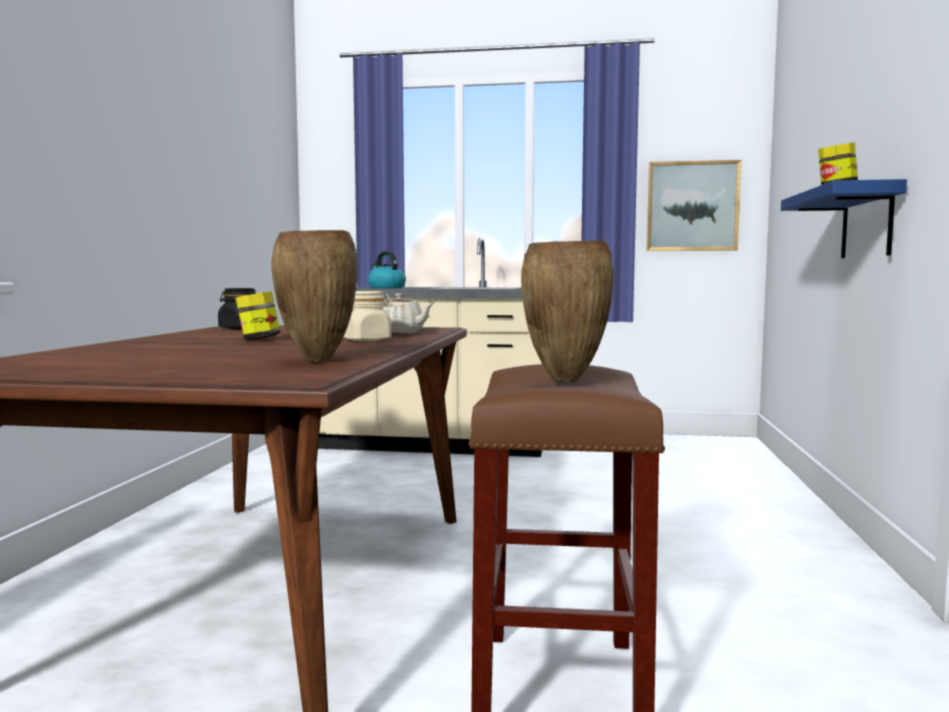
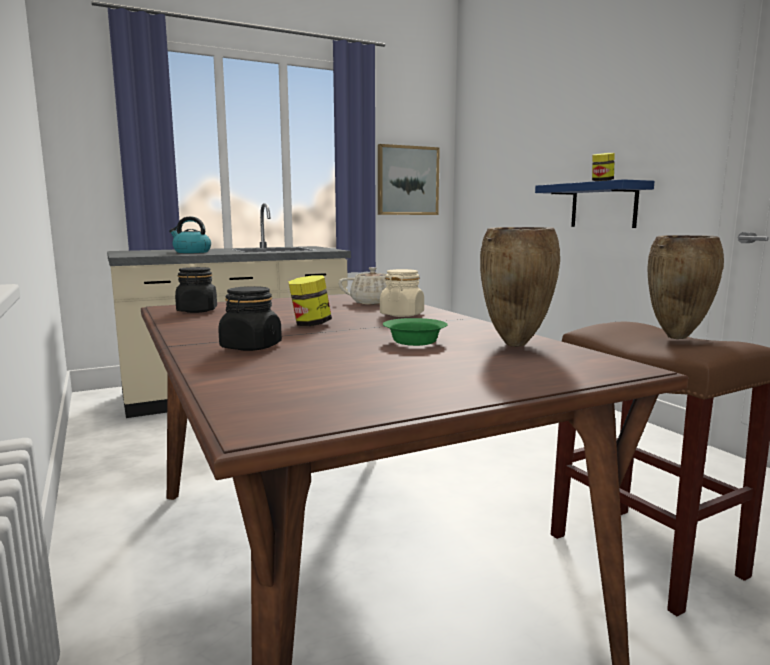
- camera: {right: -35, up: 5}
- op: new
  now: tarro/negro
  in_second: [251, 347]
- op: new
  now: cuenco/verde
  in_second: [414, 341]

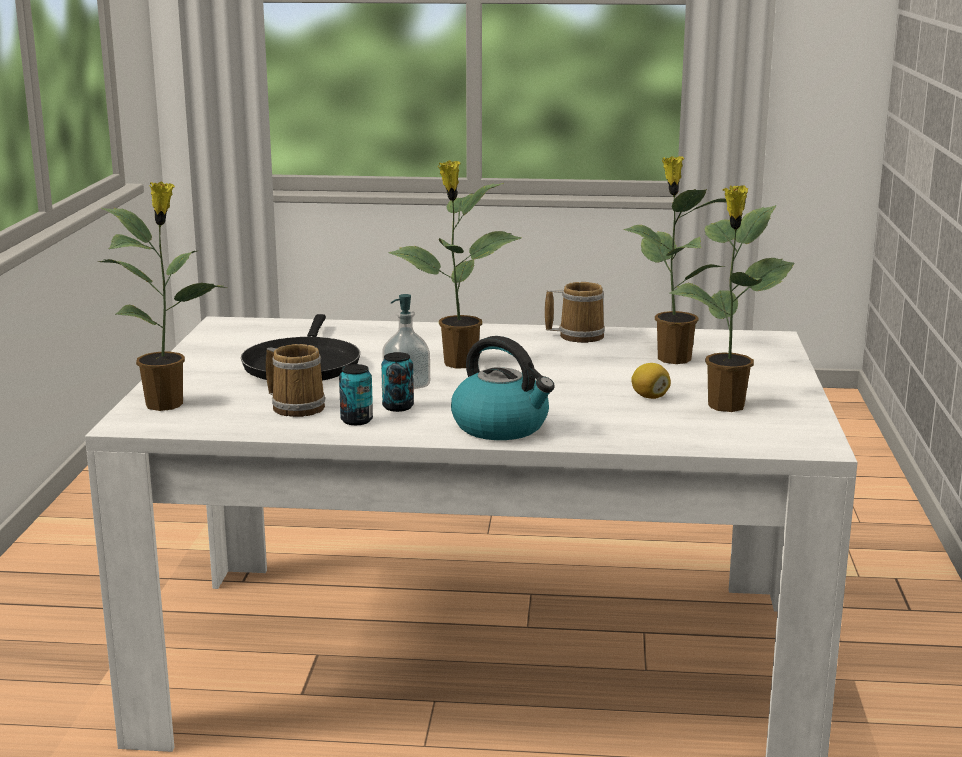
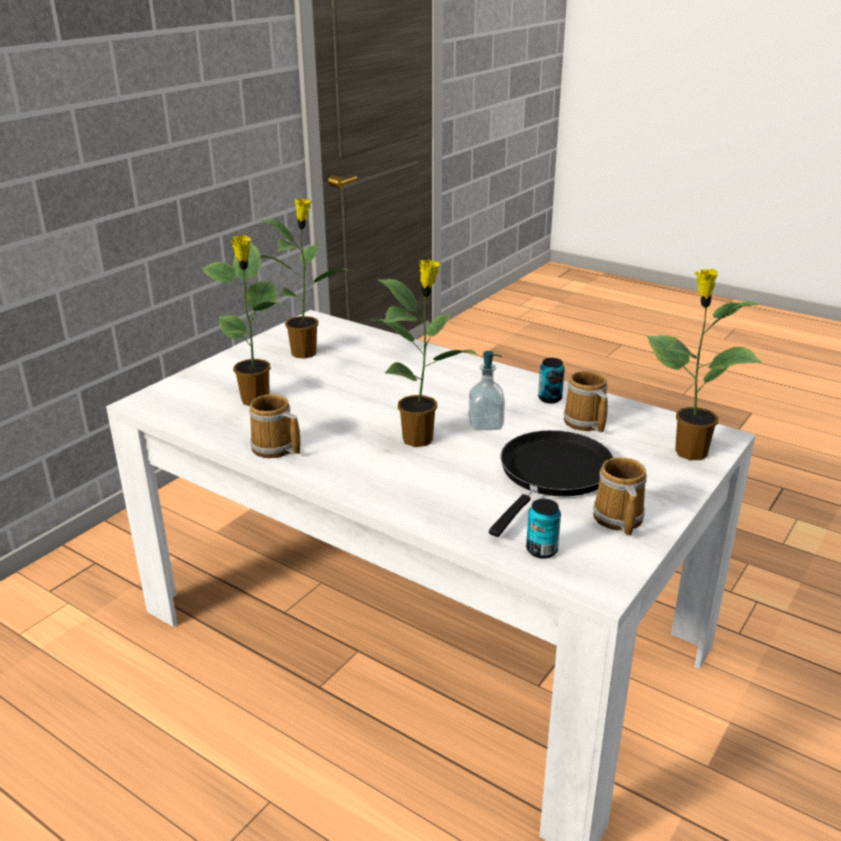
- camera: {right: -150, up: 10}
- op: gone
  was: hervidor
  in_first: [502, 427]
- op: gone
  was: limón
  in_first: [649, 397]
- op: new
  now: taza grande
  in_second: [617, 519]
- op: shifted
  was: lata
  in_first: [398, 407]
  in_second: [541, 550]

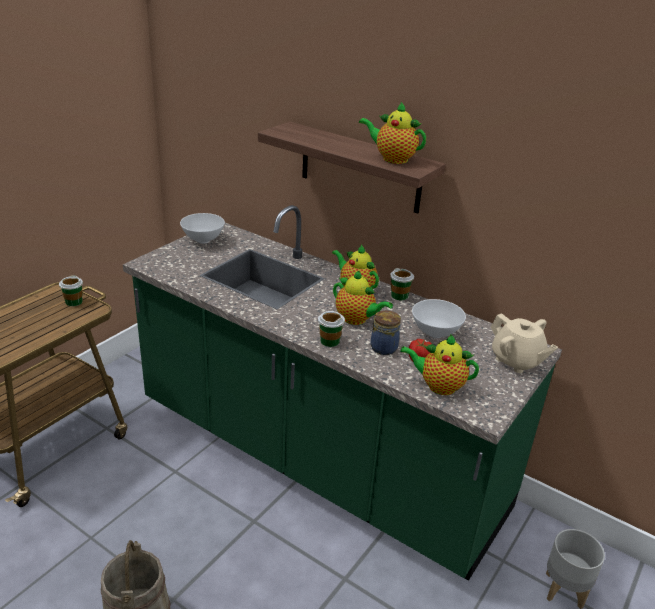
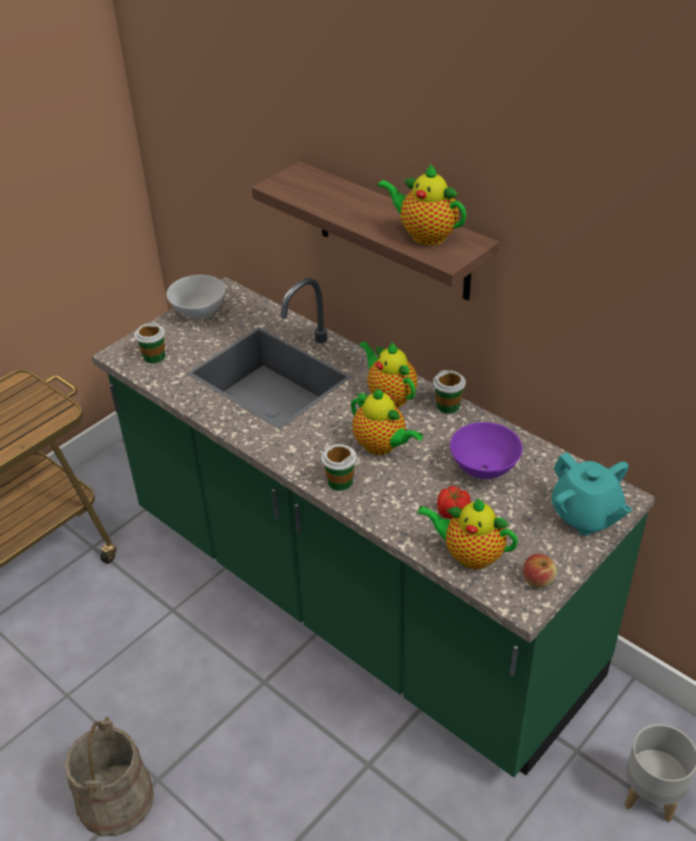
- camera: {right: 10, up: 10}
- op: gone
  was: tarro
  in_first: [383, 347]
- op: new
  now: manzana
  in_second: [538, 580]
- op: shifted
  was: taza
  in_first: [74, 302]
  in_second: [154, 357]
- op: repainted
  was: cuenco/blanco
  now: cuenco/morado
  in_first: [435, 334]
  in_second: [483, 470]
- op: repainted
  was: tetera/beis
  now: tetera/turquesa
  in_first: [516, 361]
  in_second: [585, 516]

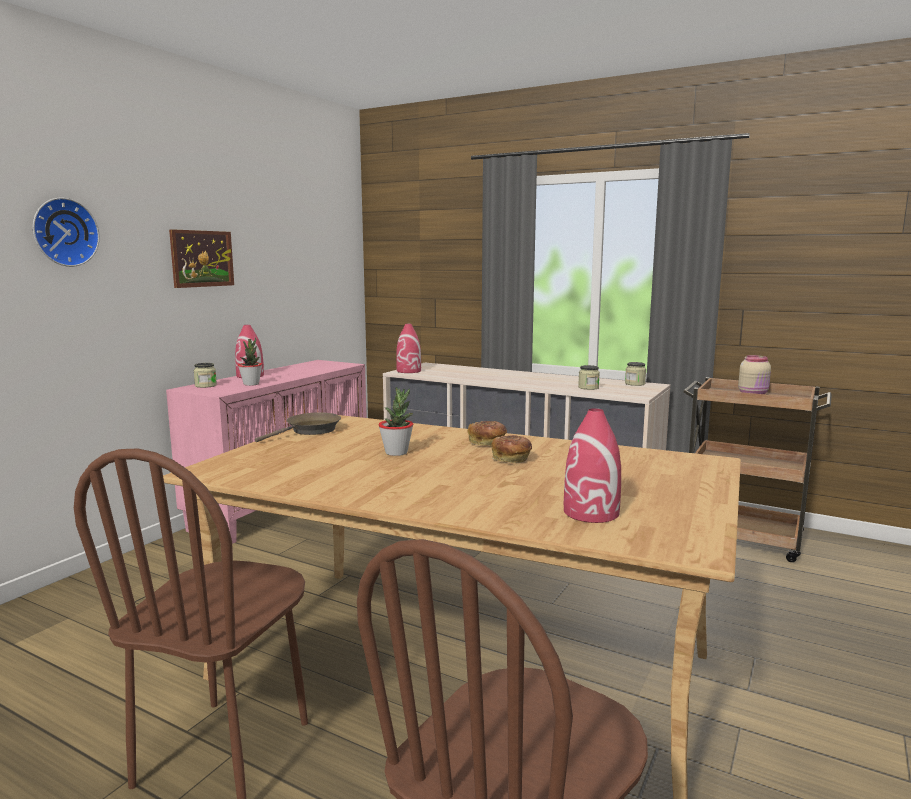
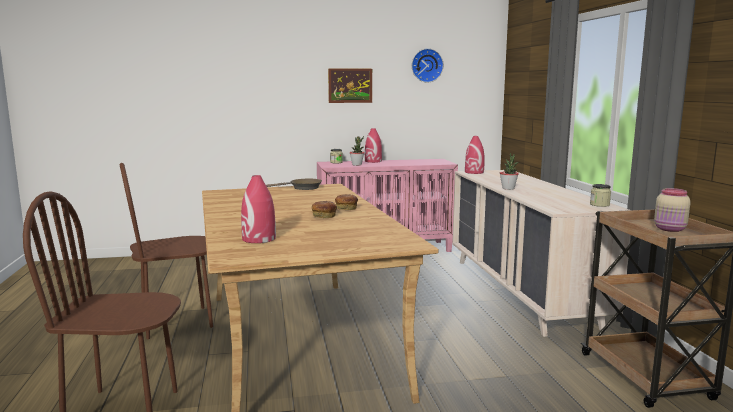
- camera: {right: 50, up: 0}
- op: gone
  was: tarro
  in_first: [588, 388]
- op: shifted
  was: reloj de pared
  in_first: [64, 232]
  in_second: [426, 65]
- op: shifted
  was: planta en maceta
  in_first: [396, 452]
  in_second: [508, 188]

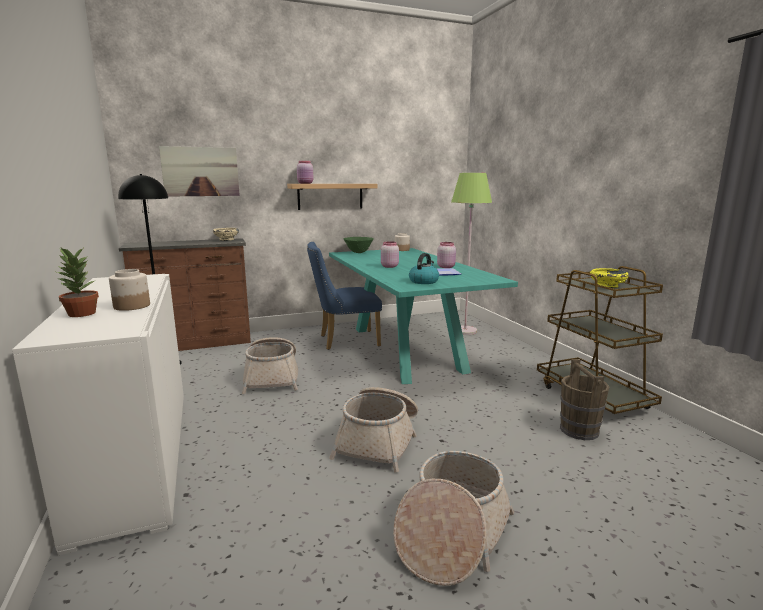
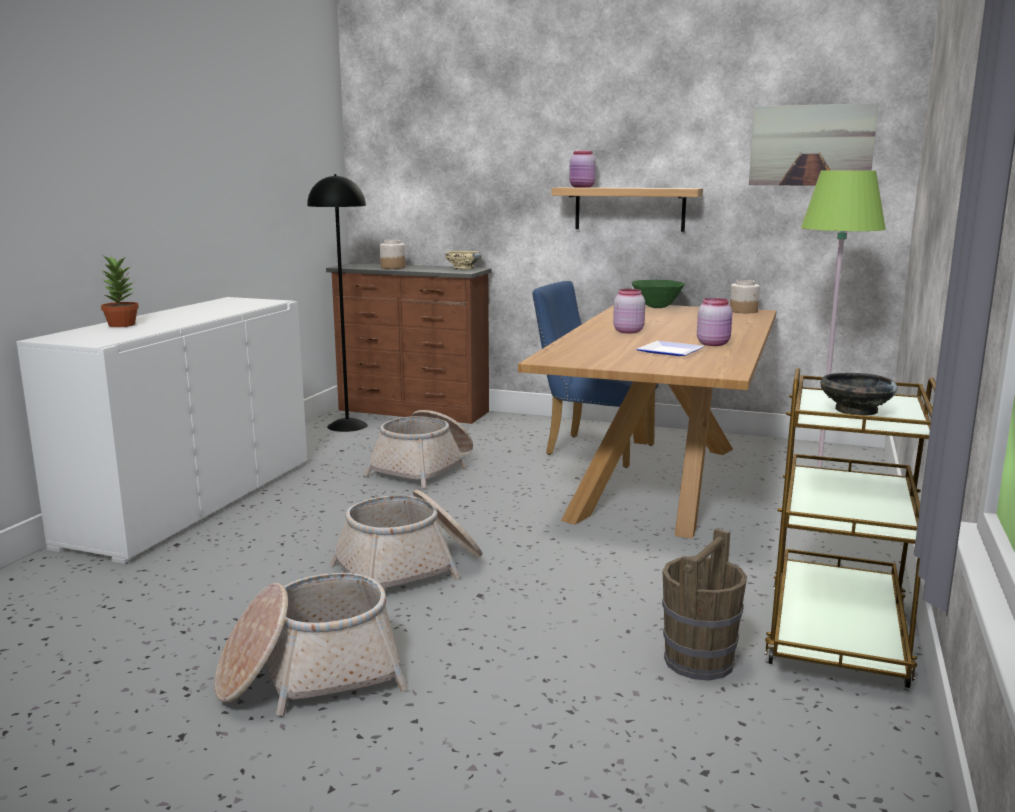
- camera: {right: 40, up: 0}
- op: gone
  was: hervidor
  in_first: [423, 281]
- op: shifted
  was: tarro
  in_first: [131, 306]
  in_second: [392, 267]
- op: shifted
  was: cuadro
  in_first: [200, 171]
  in_second: [811, 145]
- op: repainted
  was: mesa de comedor/turquesa
  now: mesa de comedor/marrón
  in_first: [405, 348]
  in_second: [658, 480]
- op: repainted
  was: cuenco/amarillo
  now: cuenco/negro
  in_first: [606, 286]
  in_second: [855, 410]

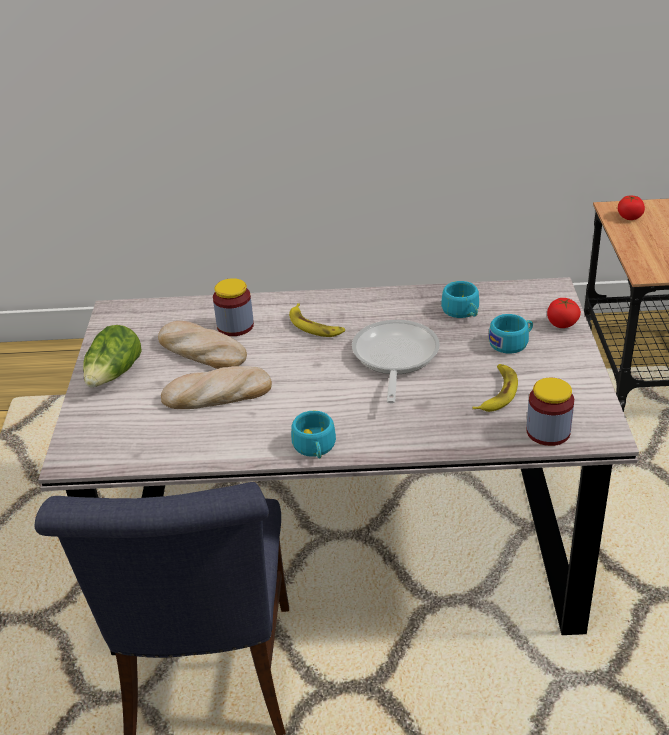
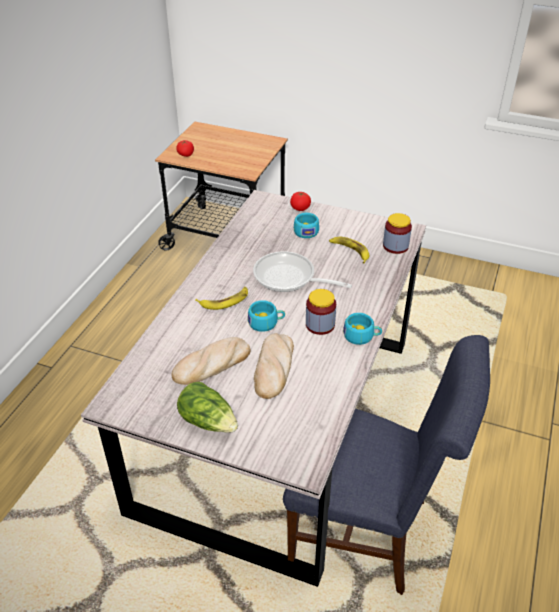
- camera: {right: -70, up: 5}
- op: shifted
  was: tarro
  in_first: [235, 326]
  in_second: [320, 325]
- op: shifted
  was: taza/turquesa
  in_first: [462, 312]
  in_second: [266, 323]

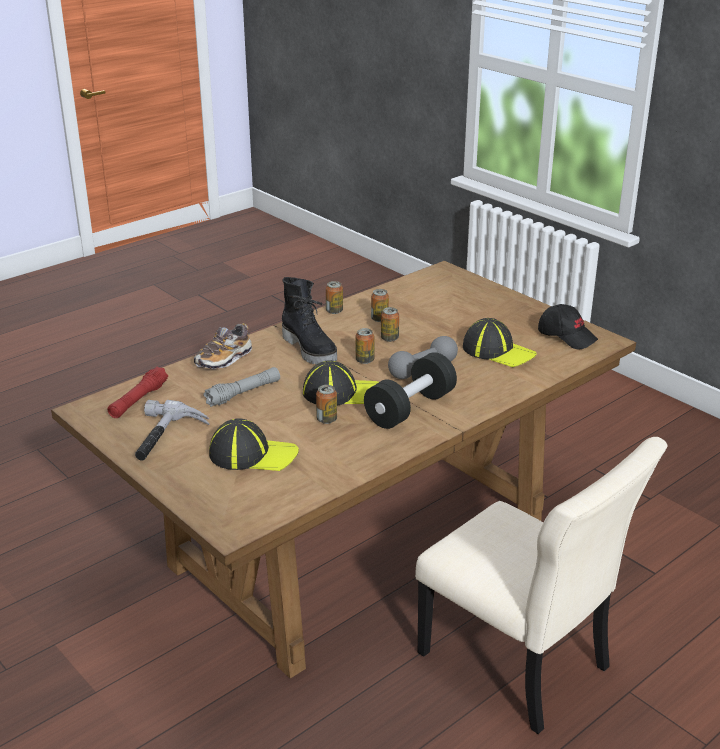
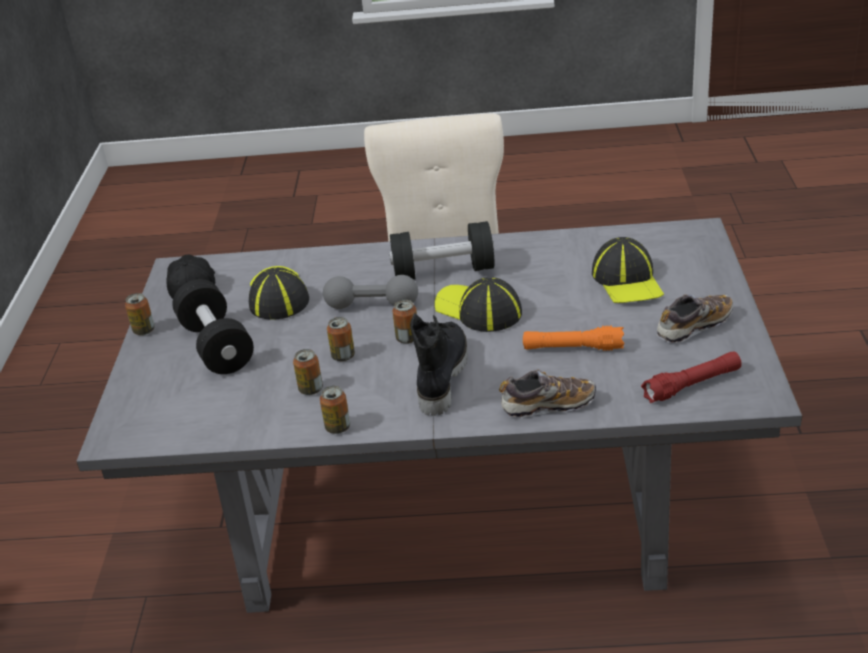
- camera: {right: -135, up: 5}
- op: new
  now: mancuerna/negro
  in_second: [217, 346]
- op: shifted
  was: lata
  in_first: [326, 419]
  in_second: [144, 330]
- op: swapped
  was: martillo
  now: zapato
  in_first: [166, 438]
  in_second: [694, 326]
- op: repainted
  was: mesa de comedor/marrón
  now: mesa de comedor/gris
  in_first: [361, 541]
  in_second: [450, 514]
- op: repainted
  was: linterna/gris
  now: linterna/naranja
  in_first: [243, 393]
  in_second: [573, 348]
- op: rotated
  was: gorra
  in_first: [253, 454]
  in_second: [627, 281]
  clockwise: -150

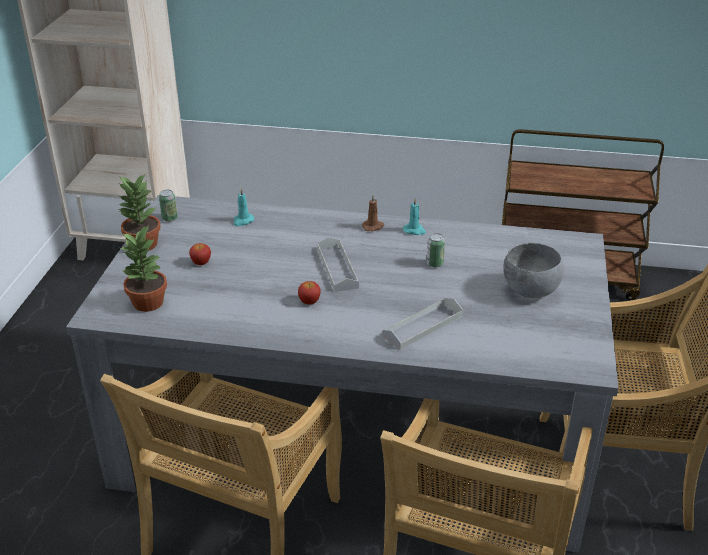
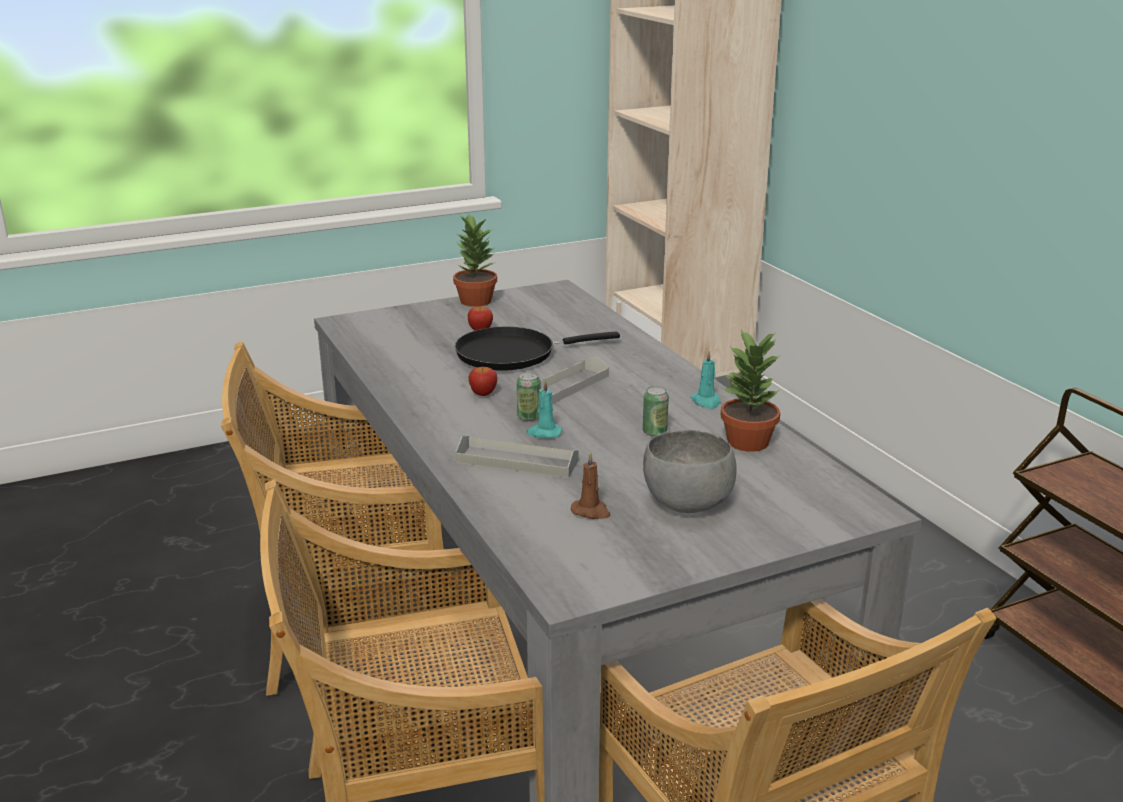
- camera: {right: 55, up: -10}
- op: new
  now: sartén/negro
  in_second: [512, 354]
- op: shifted
  was: planta en maceta
  in_first: [149, 303]
  in_second: [748, 442]
- op: shifted
  was: lata
  in_first: [169, 218]
  in_second: [529, 417]
- op: shifted
  was: vela/turquesa
  in_first: [243, 221]
  in_second: [544, 433]
- op: shifted
  was: vela/marrón
  in_first: [373, 227]
  in_second: [591, 511]

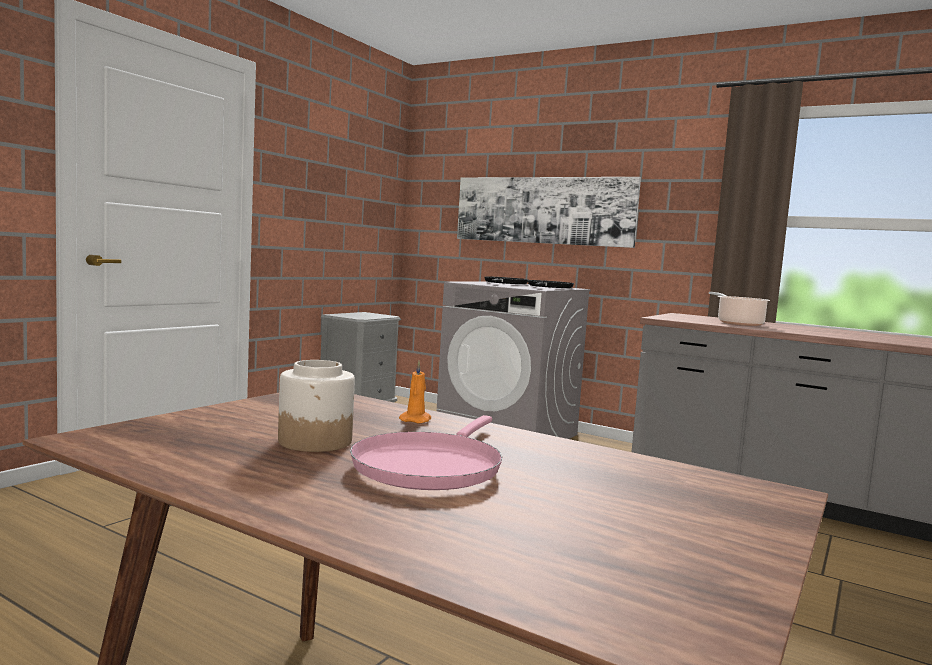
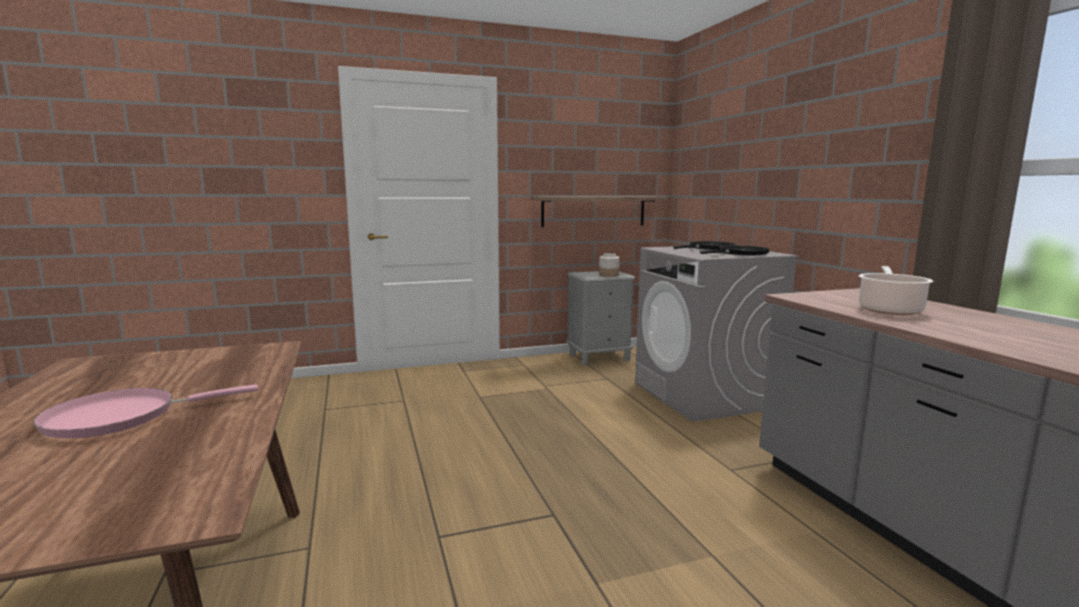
- camera: {right: 40, up: 5}
- op: gone
  was: vela/naranja
  in_first: [416, 420]
- op: gone
  was: cuadro
  in_first: [543, 210]
- op: new
  now: estante
  in_second: [593, 211]
- op: shifted
  was: tarro
  in_first: [316, 441]
  in_second: [609, 275]

